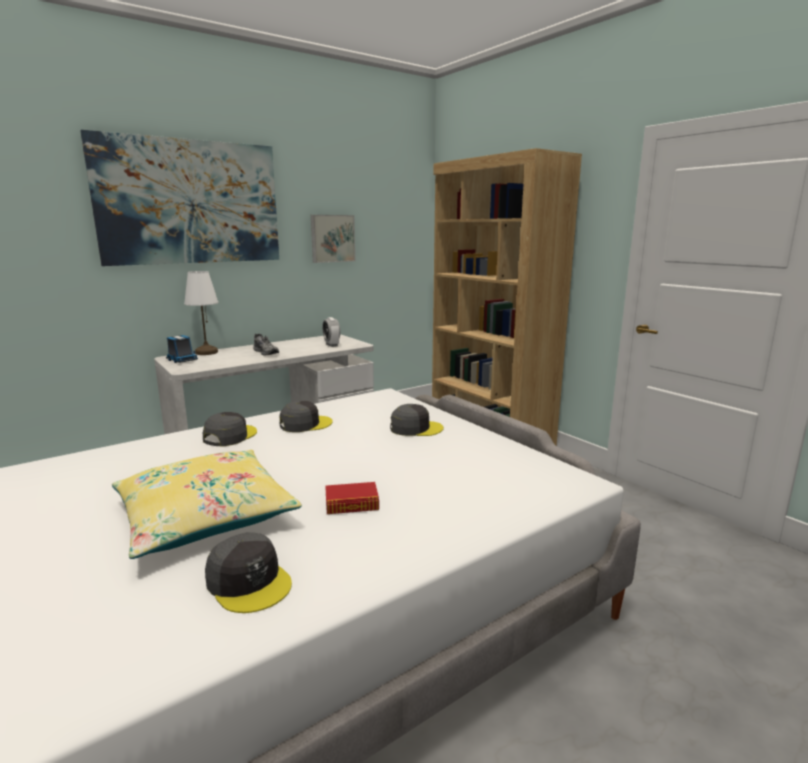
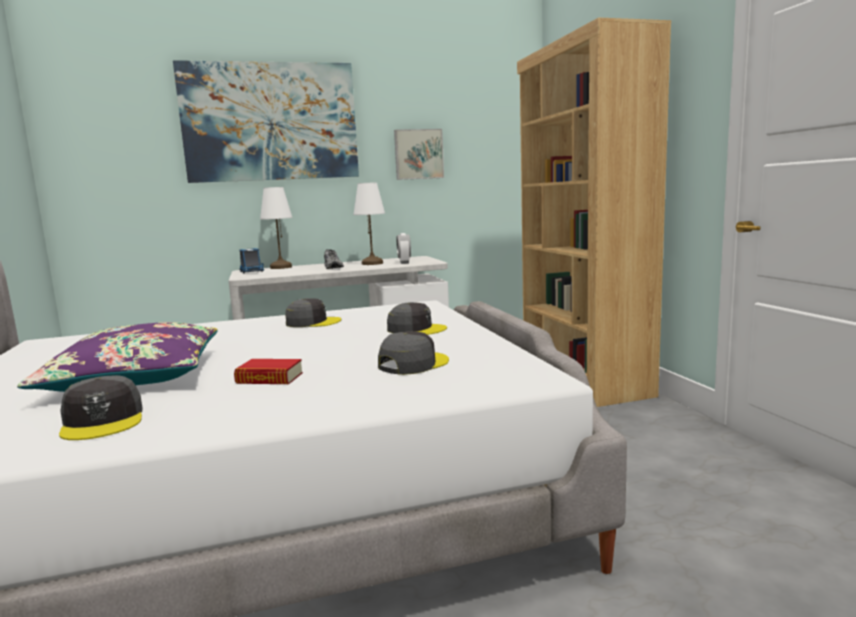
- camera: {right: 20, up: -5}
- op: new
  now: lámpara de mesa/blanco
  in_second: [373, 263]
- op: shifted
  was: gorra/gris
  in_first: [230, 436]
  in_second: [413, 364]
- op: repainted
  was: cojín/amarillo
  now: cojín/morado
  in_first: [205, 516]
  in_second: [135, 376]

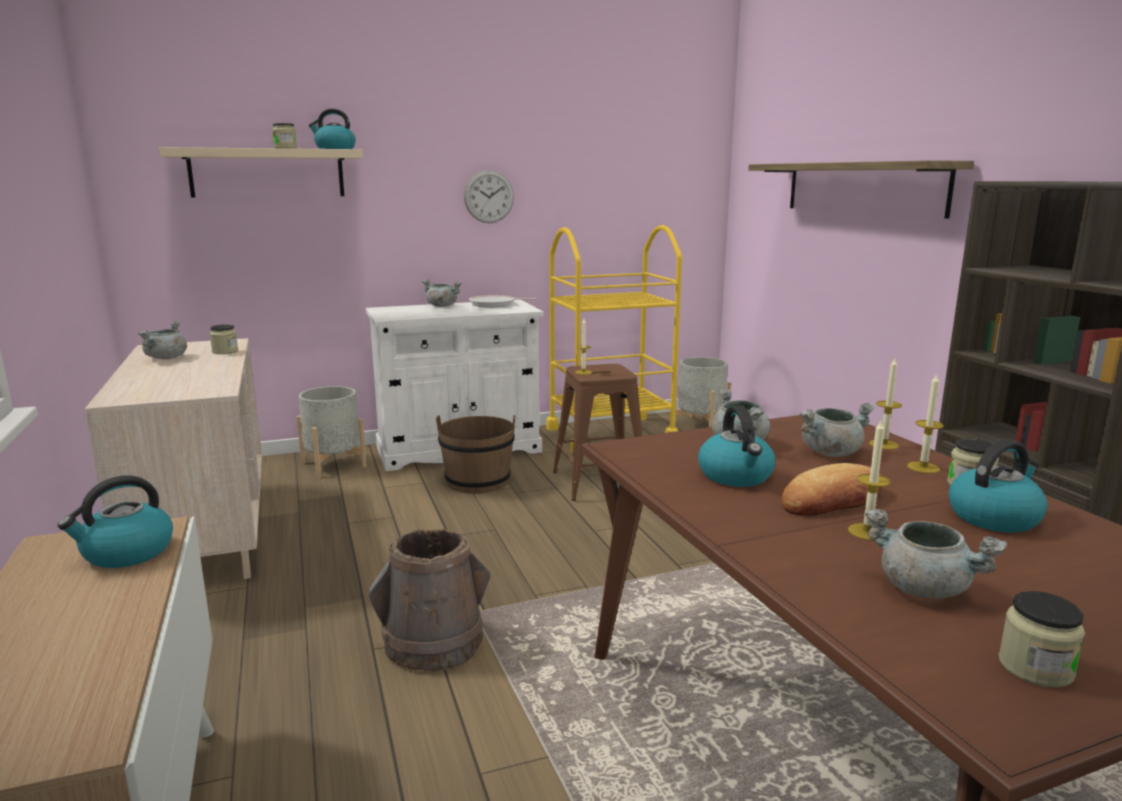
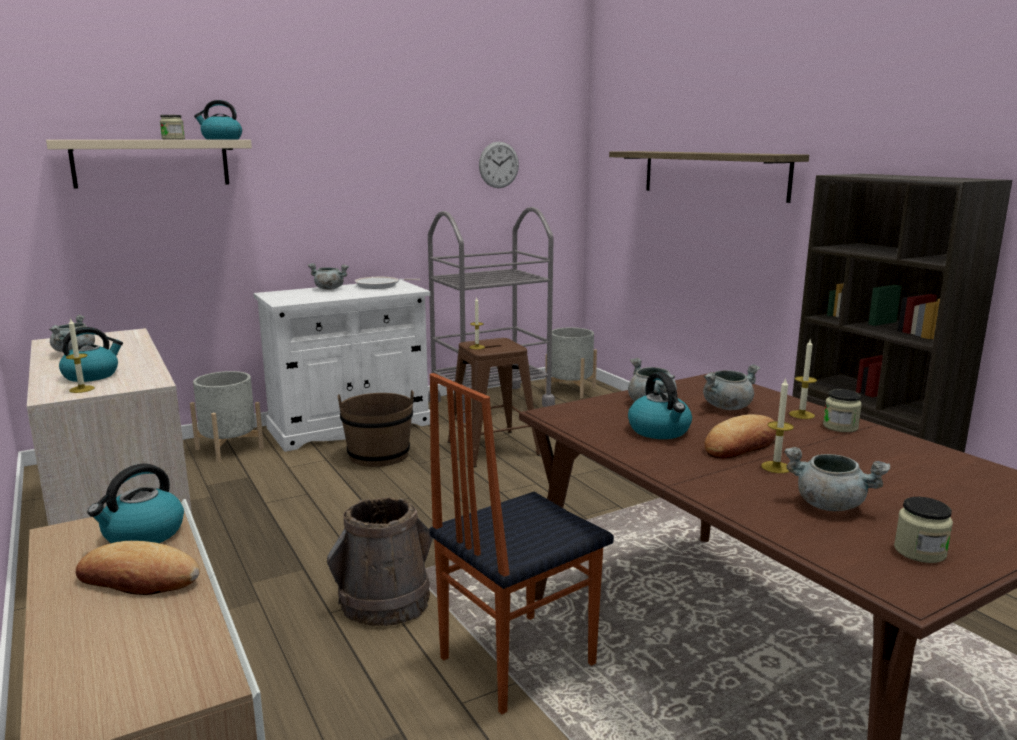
- camera: {right: -10, up: 0}
- op: gone
  was: tarro
  in_first: [225, 351]
- op: new
  now: pan
  in_second: [138, 579]
- op: new
  now: silla
  in_second: [514, 660]
- op: shifted
  was: reloj de pared
  in_first: [489, 197]
  in_second: [498, 165]
- op: shifted
  was: vela
  in_first: [883, 444]
  in_second: [81, 389]
- op: shifted
  was: hervidor
  in_first: [994, 517]
  in_second: [92, 375]
- op: repainted
  was: carrito/amarillo
  now: carrito/gris
  in_first: [610, 434]
  in_second: [490, 403]

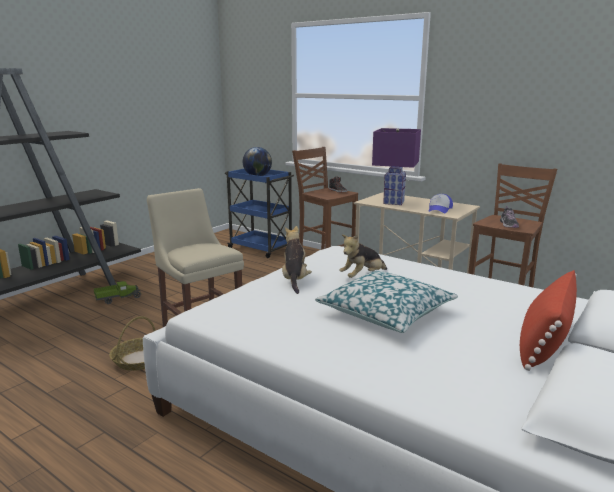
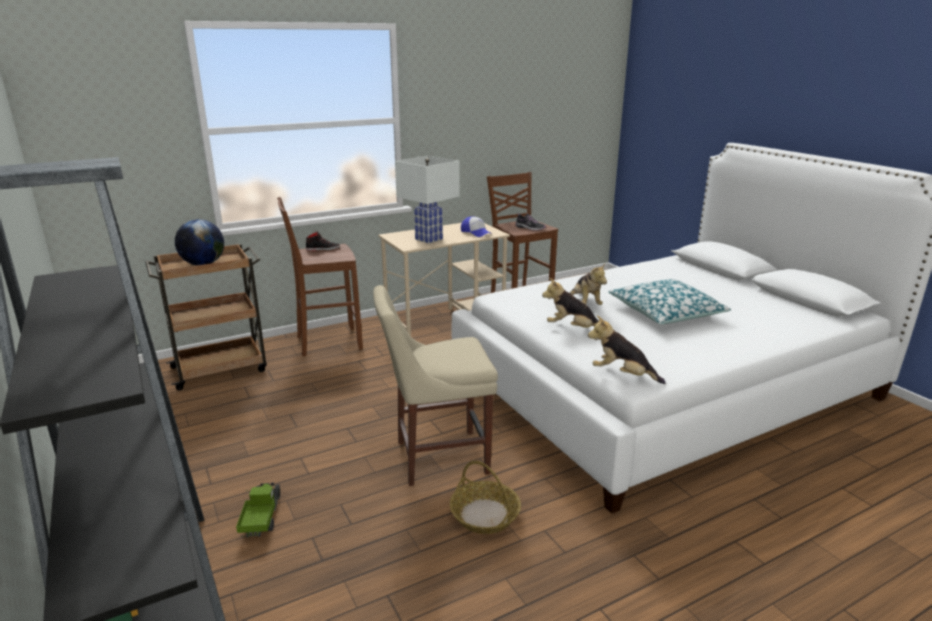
- camera: {right: -65, up: 5}
- op: gone
  was: cojín/rojo
  in_first: [544, 341]
- op: new
  now: peluche
  in_second: [622, 375]
- op: repainted
  was: carrito/azul
  now: carrito/marrón
  in_first: [261, 249]
  in_second: [221, 368]
- op: repainted
  was: lámpara de mesa/morado
  now: lámpara de mesa/blanco
  in_first: [394, 202]
  in_second: [429, 239]

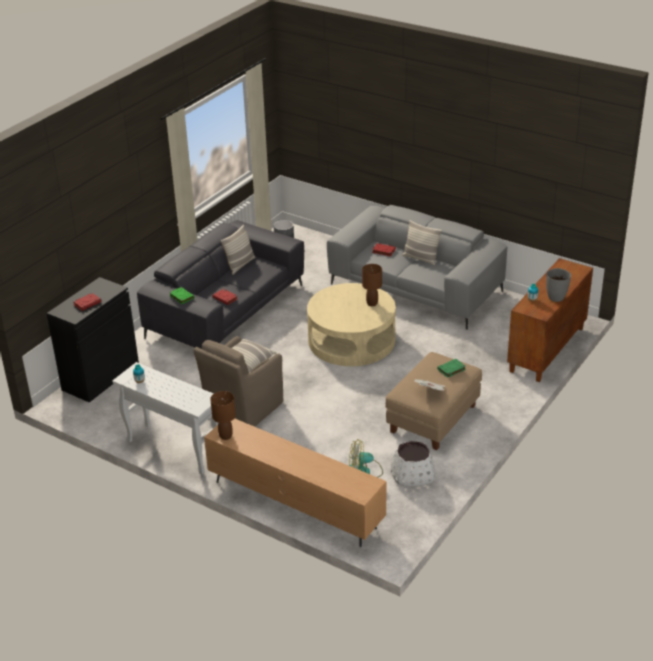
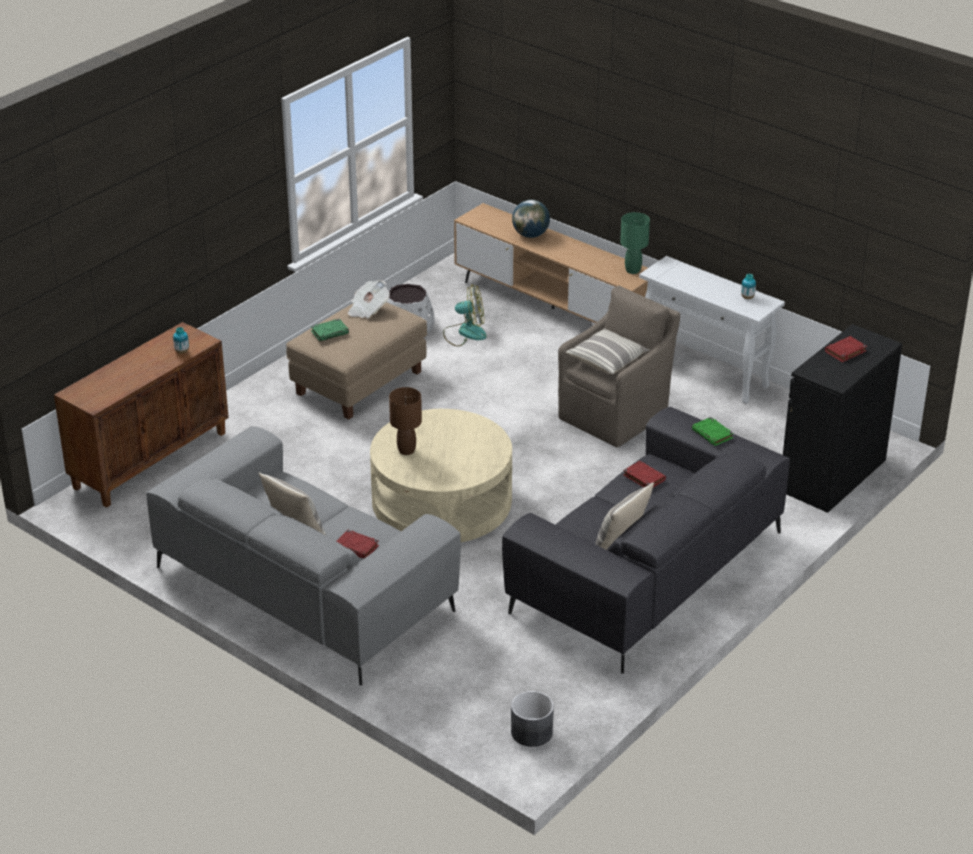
- camera: {right: -175, up: 0}
- op: gone
  was: florero/gris
  in_first: [556, 298]
- op: new
  now: globo terráqueo
  in_second: [530, 235]
- op: repainted
  was: lámpara de mesa/marrón
  now: lámpara de mesa/verde
  in_first: [225, 436]
  in_second: [633, 270]

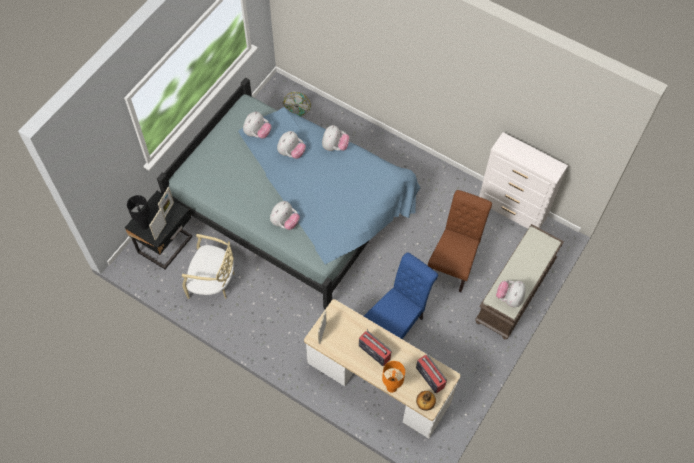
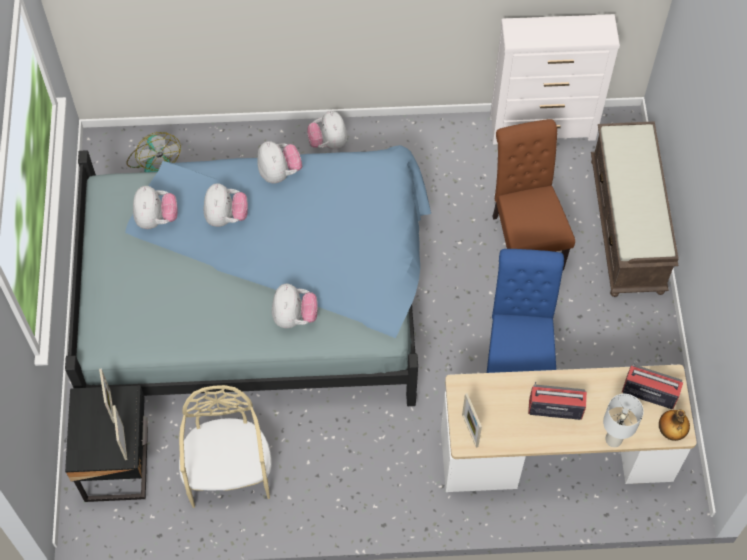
- camera: {right: -35, up: 0}
- op: gone
  was: lámpara de mesa/negro
  in_first: [144, 225]
- op: shifted
  was: peluche
  in_first: [509, 298]
  in_second: [328, 142]
- op: repainted
  was: lámpara de mesa/naranja
  now: lámpara de mesa/blanco
  in_first: [392, 387]
  in_second: [614, 439]
- op: rotated
  was: silla/beis
  in_first: [213, 282]
  in_second: [229, 471]
  clockwise: -75

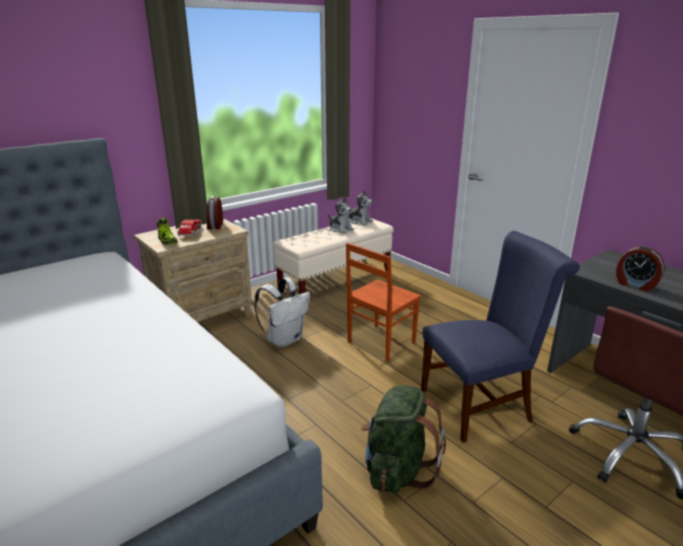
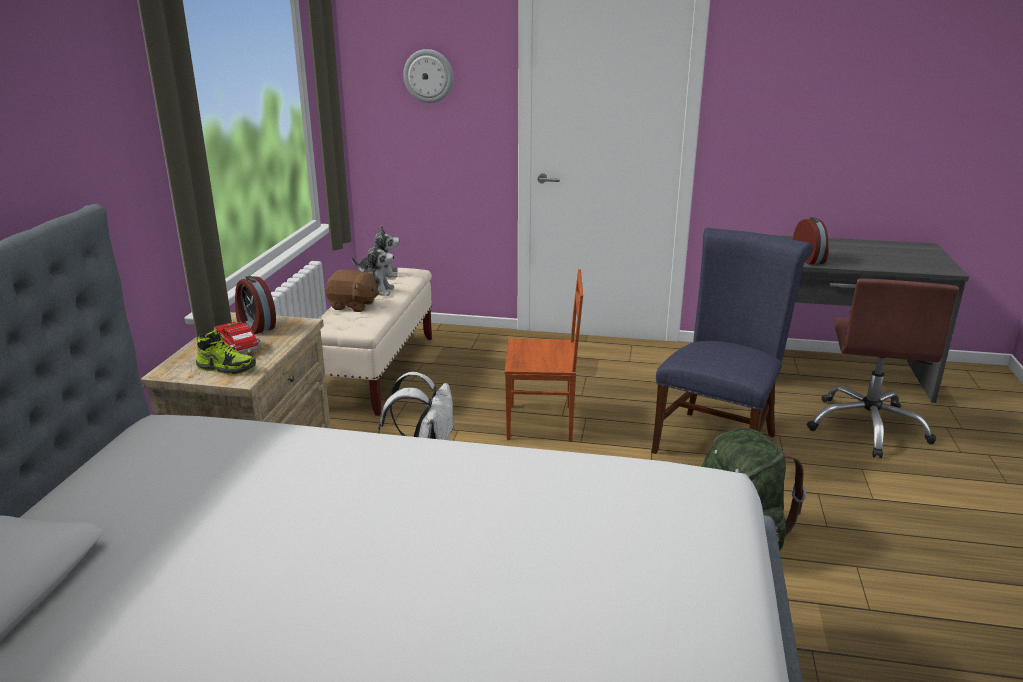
- camera: {right: -40, up: 0}
- op: new
  now: peluche/marrón
  in_second: [353, 306]
- op: new
  now: reloj de pared
  in_second: [428, 76]
- op: rotated
  was: silla/marrón
  in_first: [380, 343]
  in_second: [541, 423]
  clockwise: -90
- op: rotated
  was: despertador
  in_first: [635, 285]
  in_second: [809, 259]
  clockwise: -105

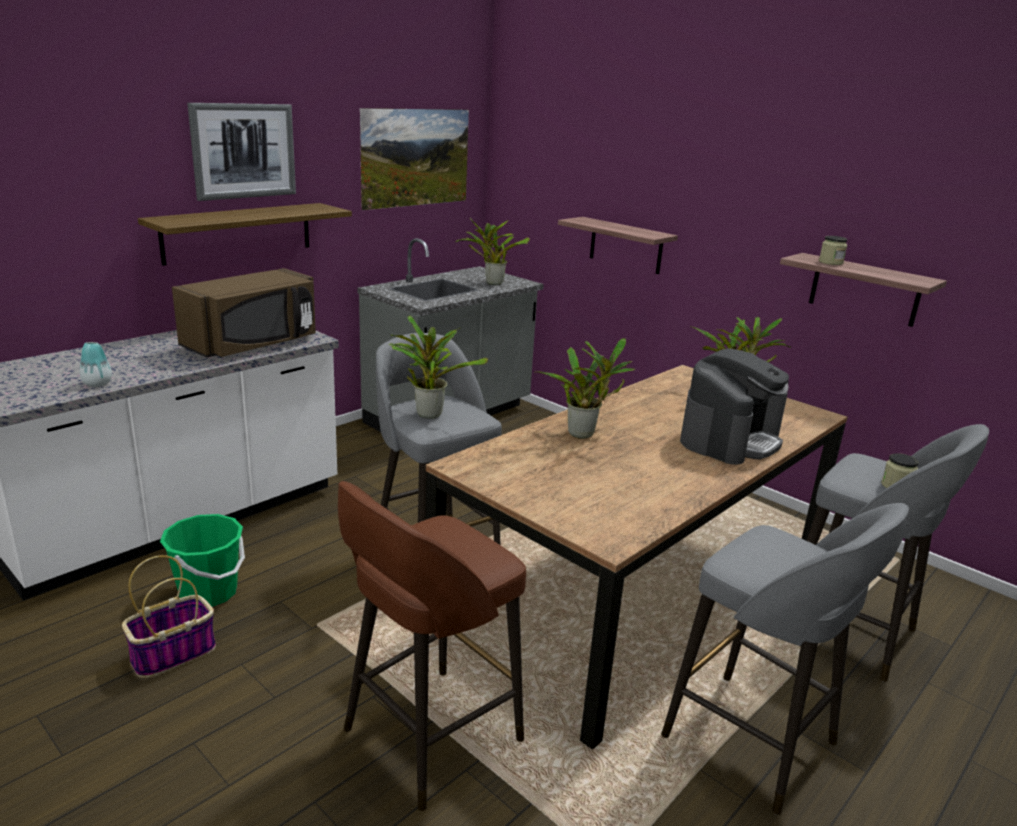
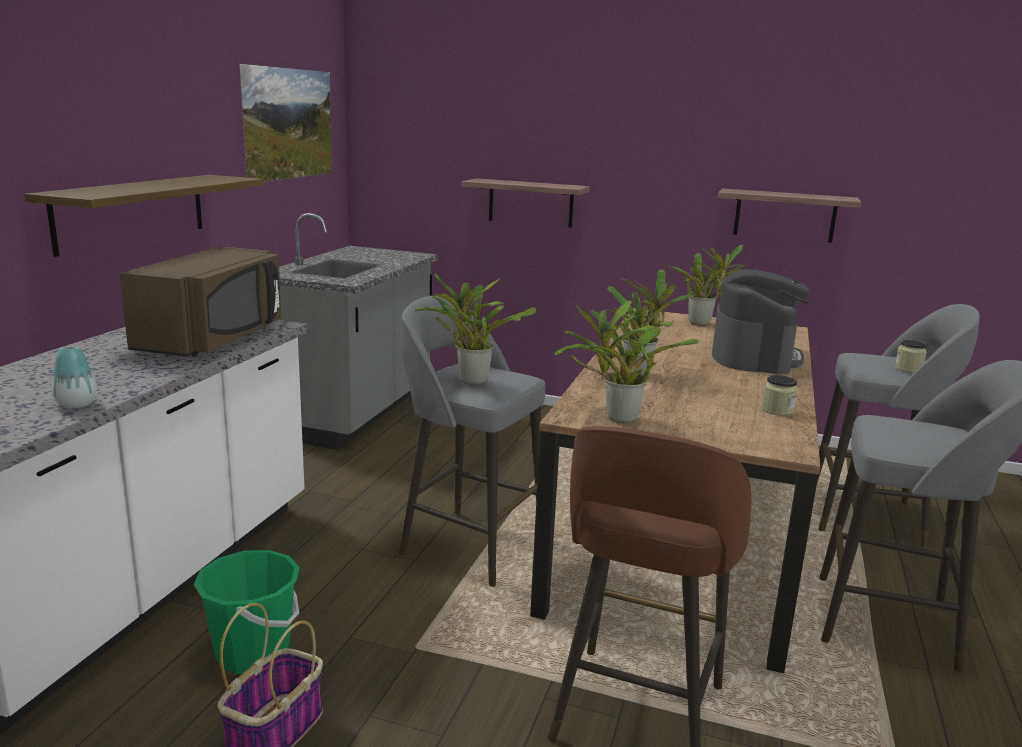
- camera: {right: -25, up: -5}
- op: gone
  was: cuadro
  in_first: [243, 151]
- op: shifted
  was: planta en maceta
  in_first: [492, 283]
  in_second: [616, 418]
- op: shifted
  was: tarro
  in_first: [830, 262]
  in_second: [777, 410]

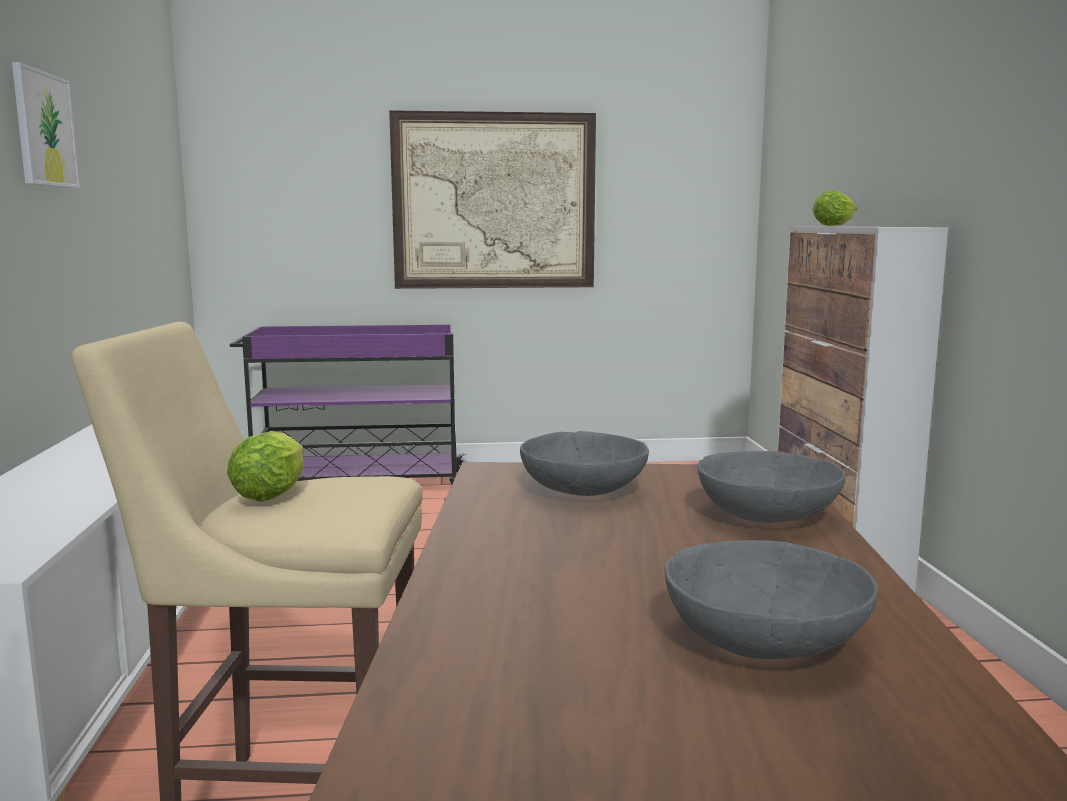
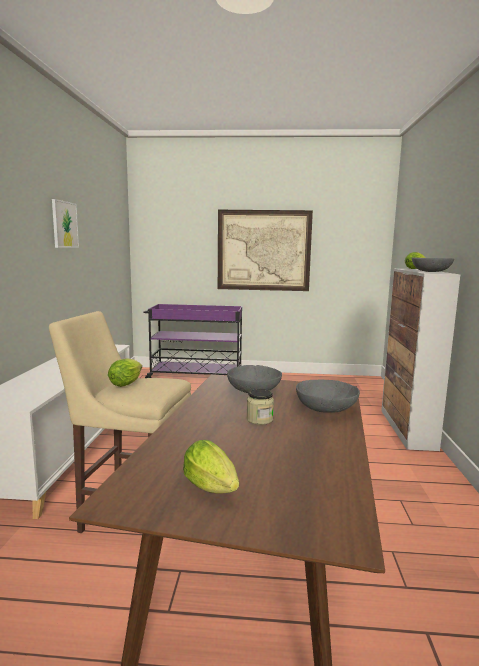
- camera: {right: 10, up: 0}
- op: new
  now: lechuga
  in_second: [213, 490]
- op: new
  now: tarro
  in_second: [259, 419]
- op: shifted
  was: cuenco/gris
  in_first: [765, 642]
  in_second: [431, 272]

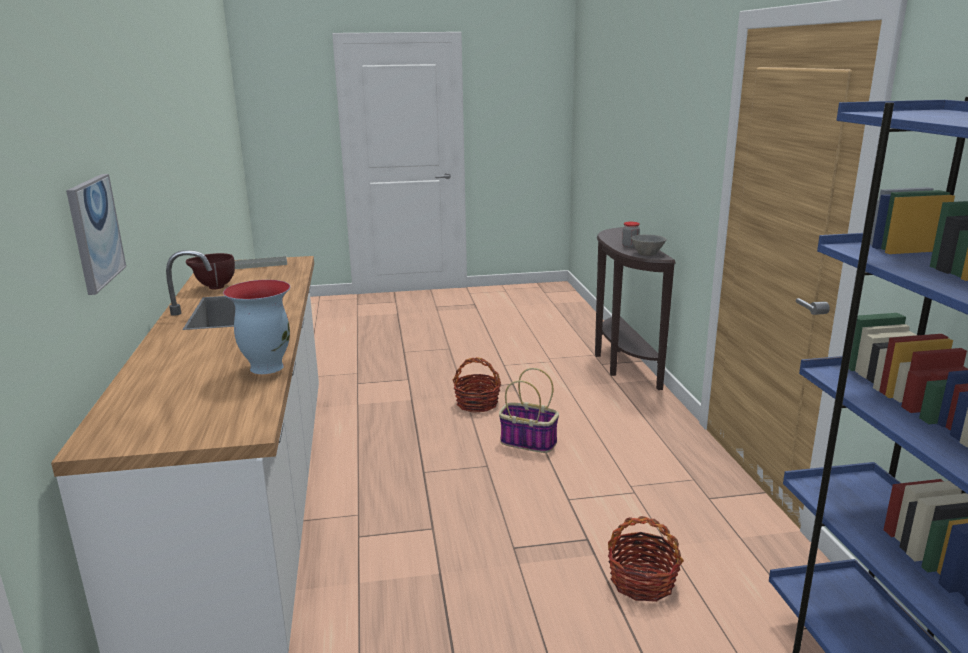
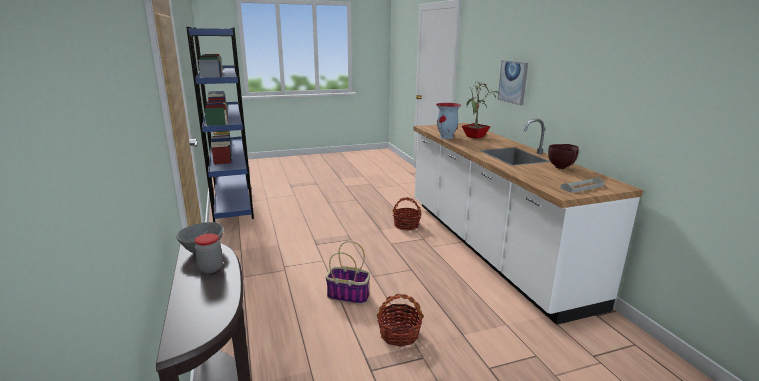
- camera: {right: 170, up: 0}
- op: new
  now: planta en maceta
  in_second: [476, 137]
- op: shifted
  was: cesta
  in_first: [642, 581]
  in_second: [406, 225]

